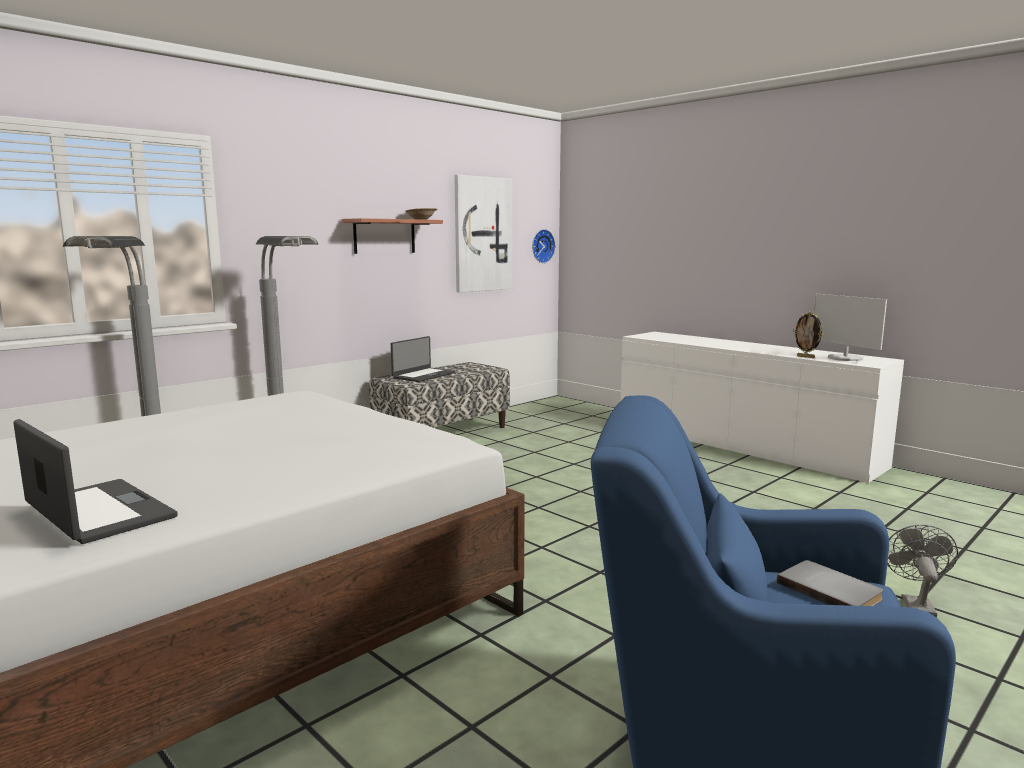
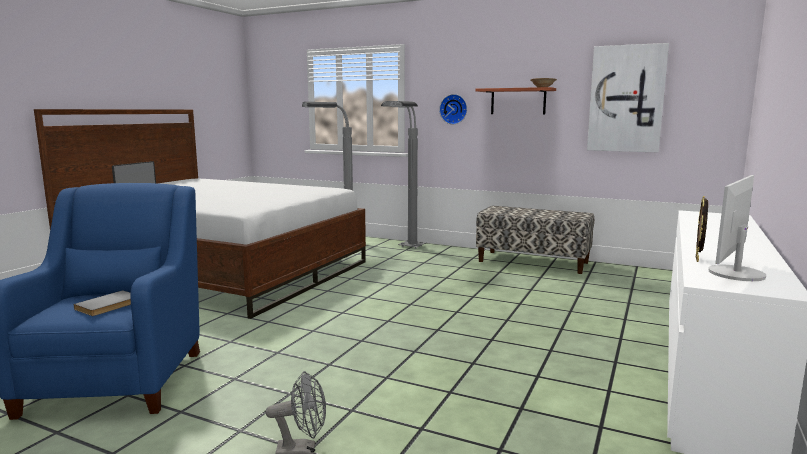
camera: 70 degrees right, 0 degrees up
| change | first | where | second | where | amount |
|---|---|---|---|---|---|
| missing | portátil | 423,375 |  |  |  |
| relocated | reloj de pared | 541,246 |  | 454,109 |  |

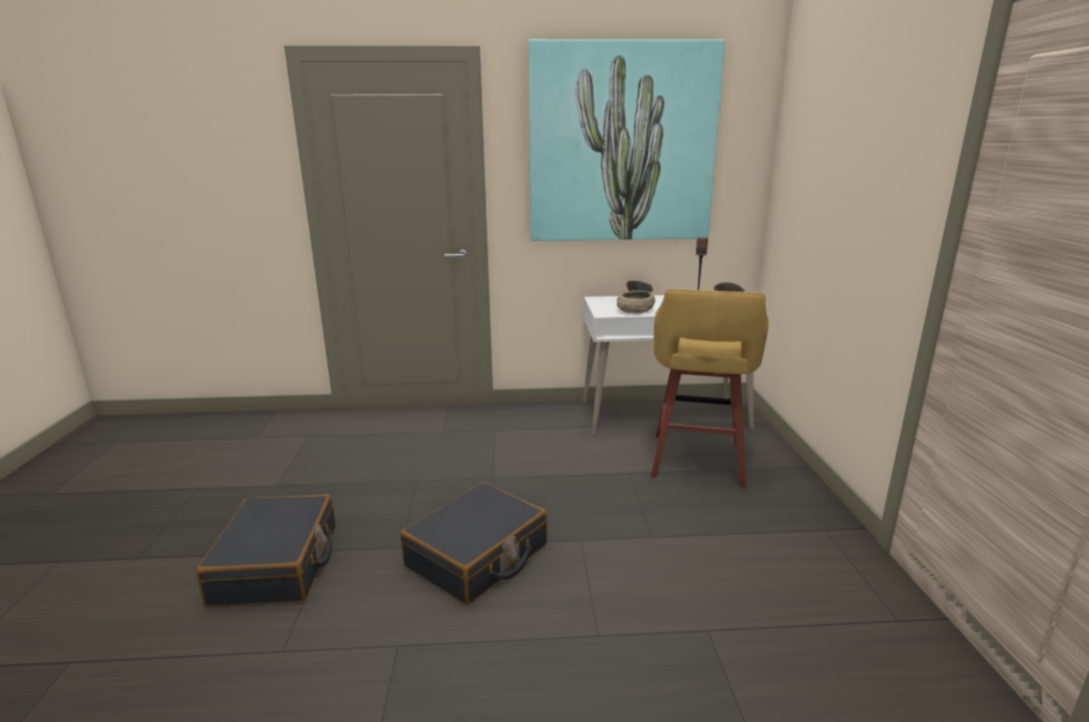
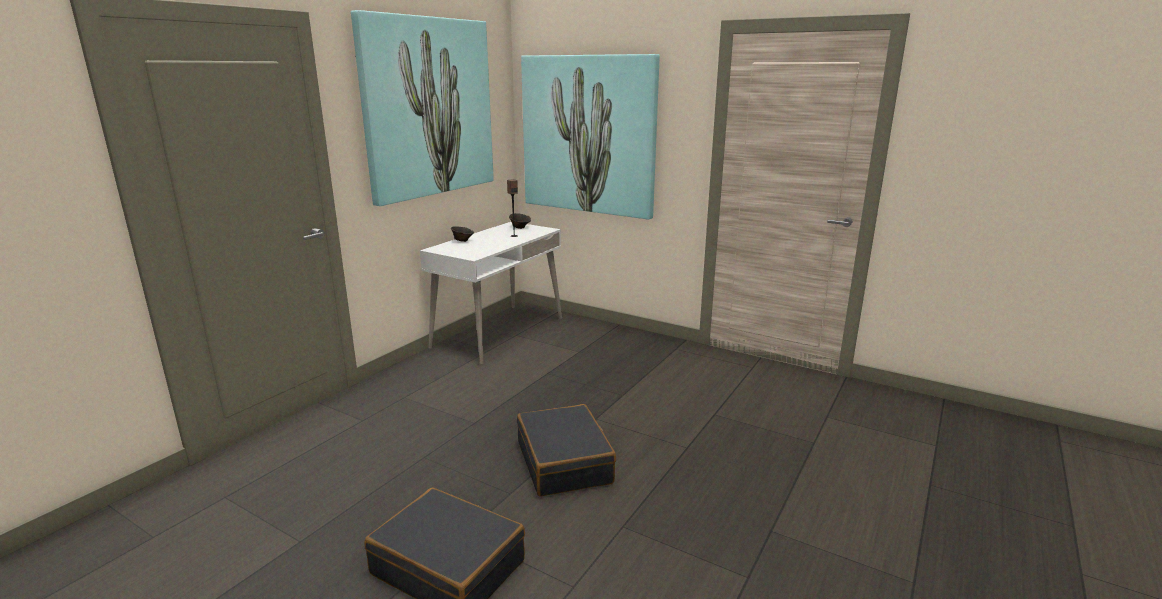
camera: 55 degrees left, 0 degrees up
| change | first | where | second | where | amount |
|---|---|---|---|---|---|
| missing | cuenco (beis) | 635,310 |  |  |  |
| missing | taburete (amarillo) | 696,462 |  |  |  |
| appeared |  |  | cuadro | 589,135 |  |

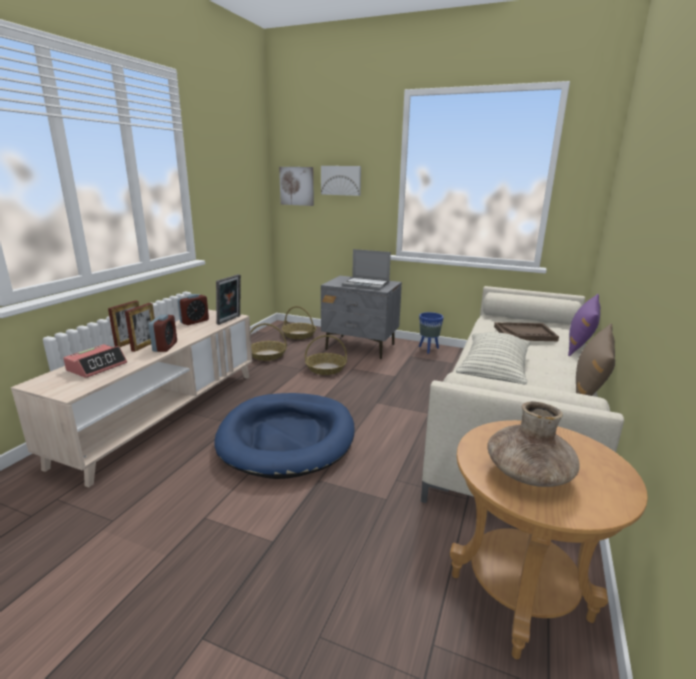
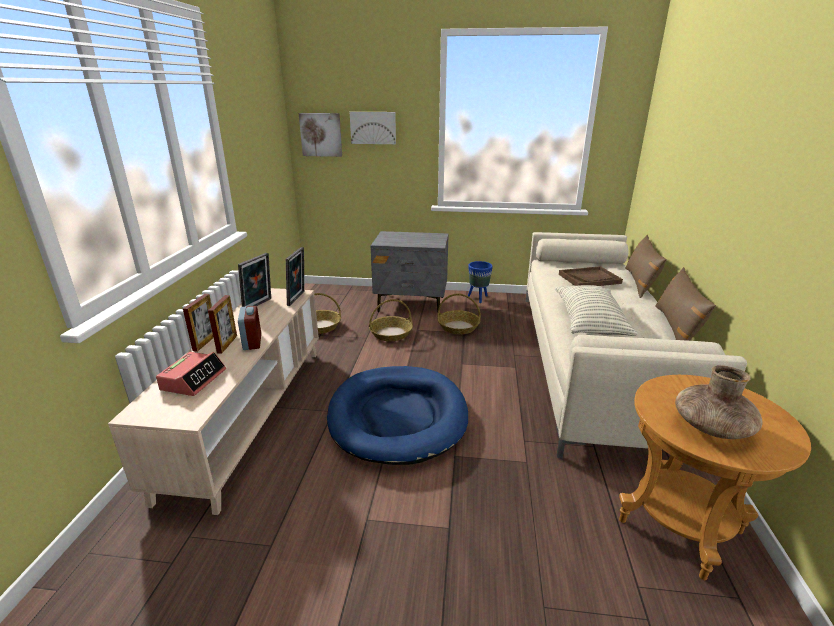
camera: 15 degrees left, 5 degrees up
| change | first | where | second | where | amount |
|---|---|---|---|---|---|
| missing | portátil | 366,285 |  |  |  |
| relocated | cesta | 299,335 |  | 458,327 |  |
| exchanged | despertador | 194,321 | portarretratos | 259,305 |  |
| colour | cojín (morado) | 580,343 | cojín (marrón) | 640,283 |  |

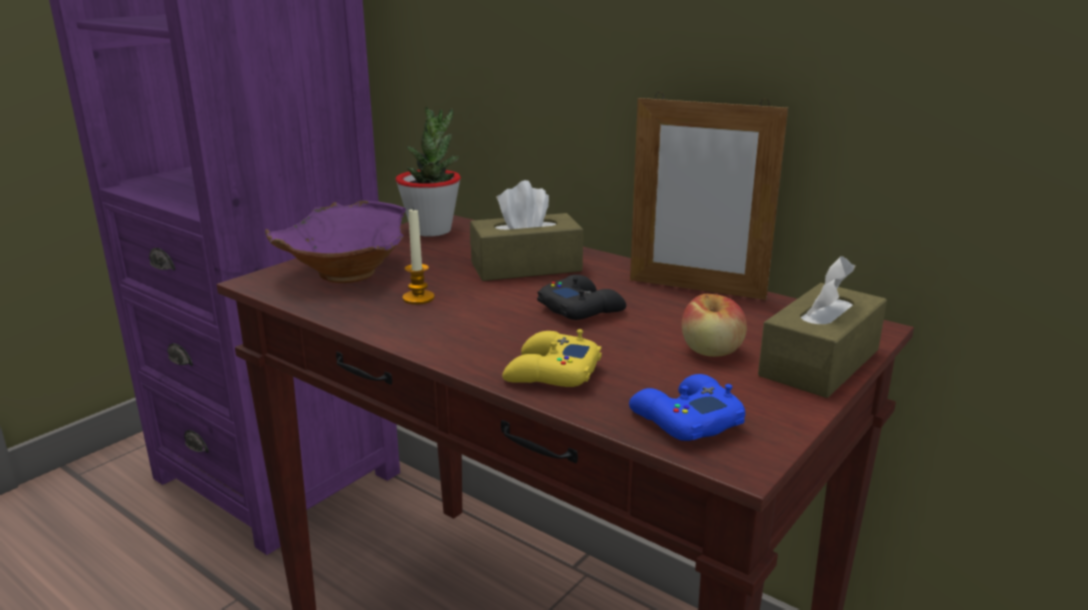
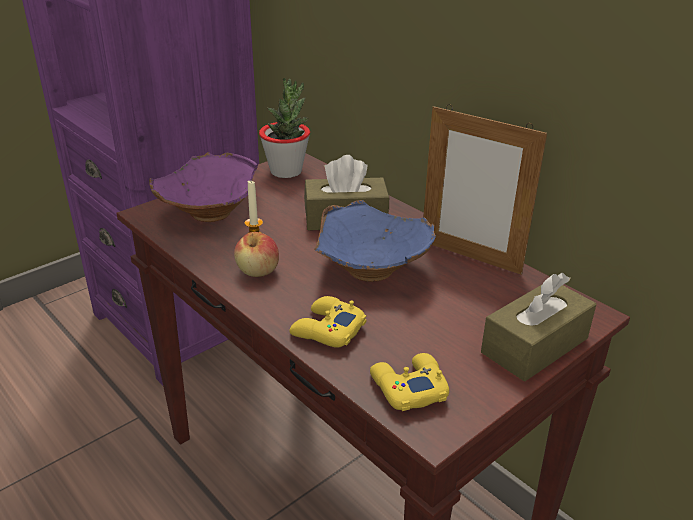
camera: 10 degrees right, 10 degrees up
| change | first | where | second | where | amount |
|---|---|---|---|---|---|
| relocated | manzana | 711,351 |  | 258,271 |  |
| exchanged | mando de consola (negro) | 581,308 | cuenco (azul) | 372,267 |  |
| colour | mando de consola (azul) | 684,419 | mando de consola (amarillo) | 408,387 |  |

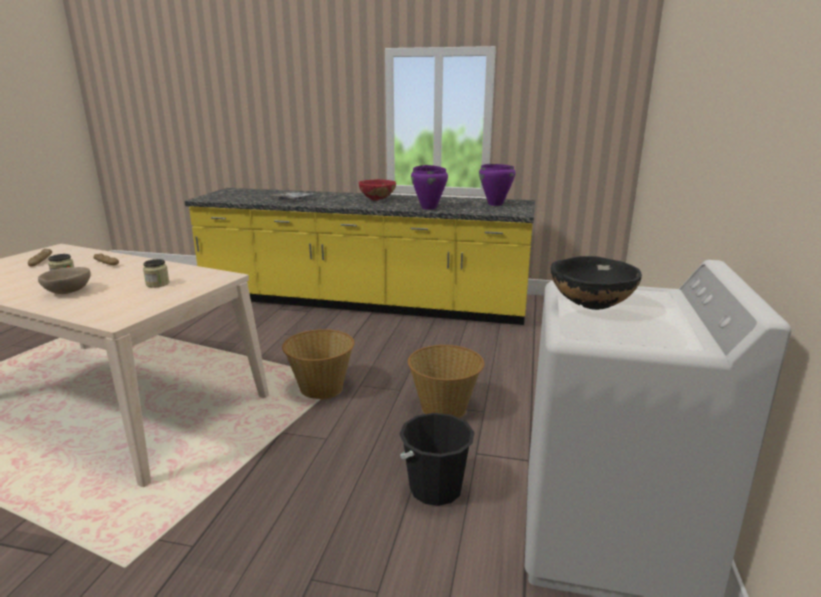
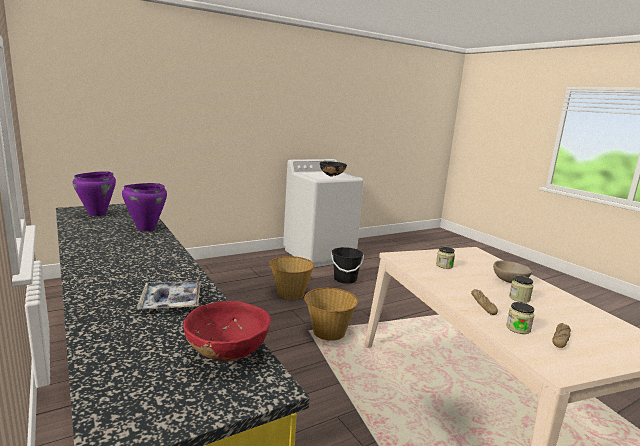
camera: 135 degrees left, 5 degrees down
| change | first | where | second | where | amount |
|---|---|---|---|---|---|
| appeared |  |  | tarro | 518,328 |  |
| relocated | cuenco (rojo) | 377,200 |  | 227,355 |  |

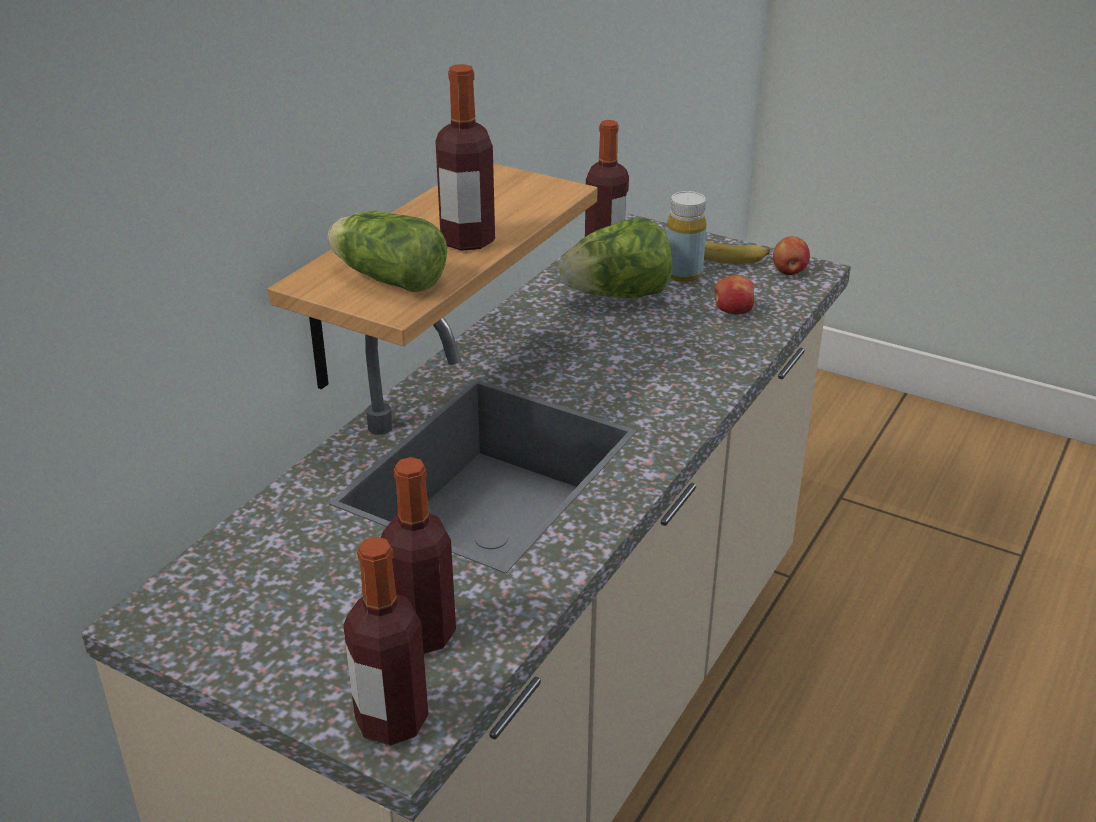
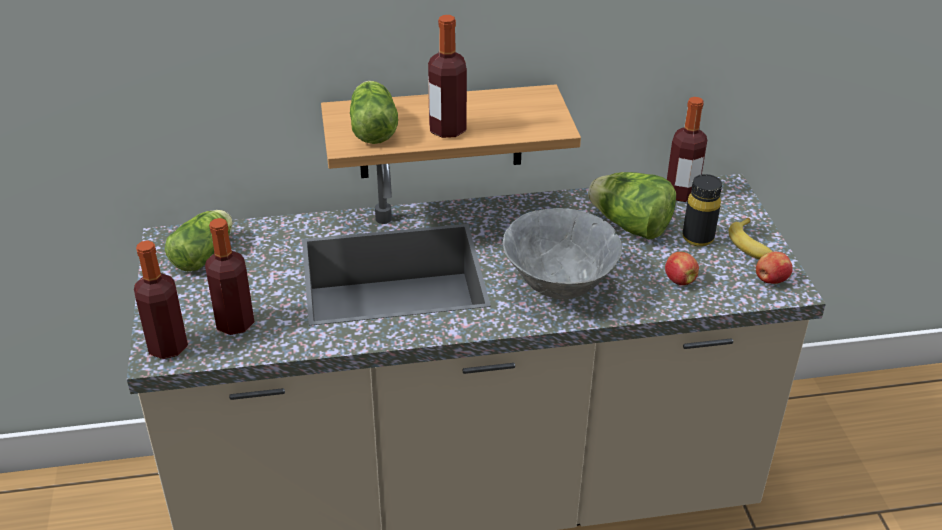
camera: 50 degrees right, 5 degrees up
| change | first | where | second | where | amount |
|---|---|---|---|---|---|
| appeared |  |  | lechuga | 205,253 |  |
| appeared |  |  | cuenco (gris) | 559,287 |  |
| colour | botella (amarillo) | 683,274 | botella (negro) | 697,238 |  |

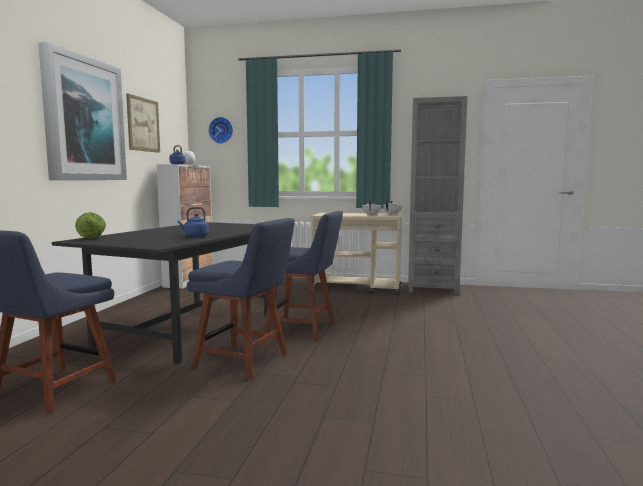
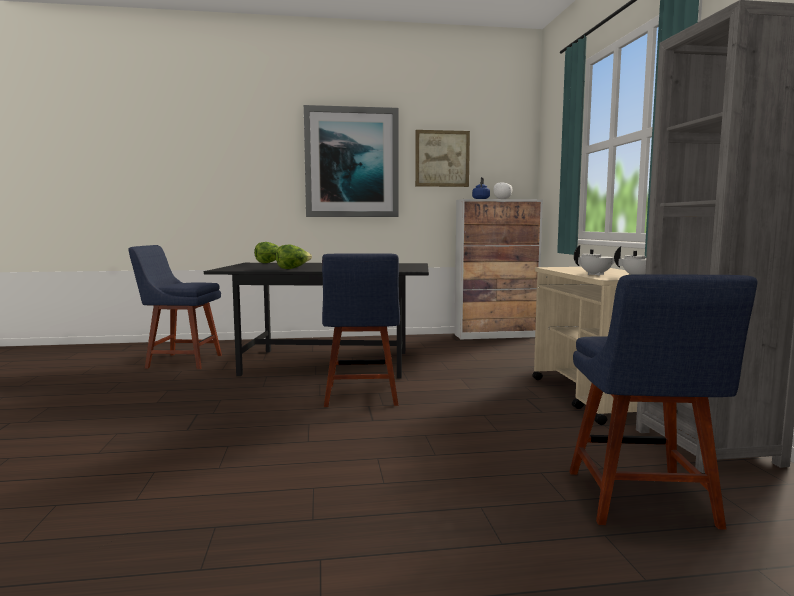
camera: 70 degrees right, 0 degrees up
| change | first | where | second | where | amount |
|---|---|---|---|---|---|
| missing | reloj de pared | 221,130 |  |  |  |
| relocated | silla (azul) | 245,361 |  | 642,502 |  |
| exchanged | hervidor (azul) | 195,236 | lechuga | 293,269 |  |

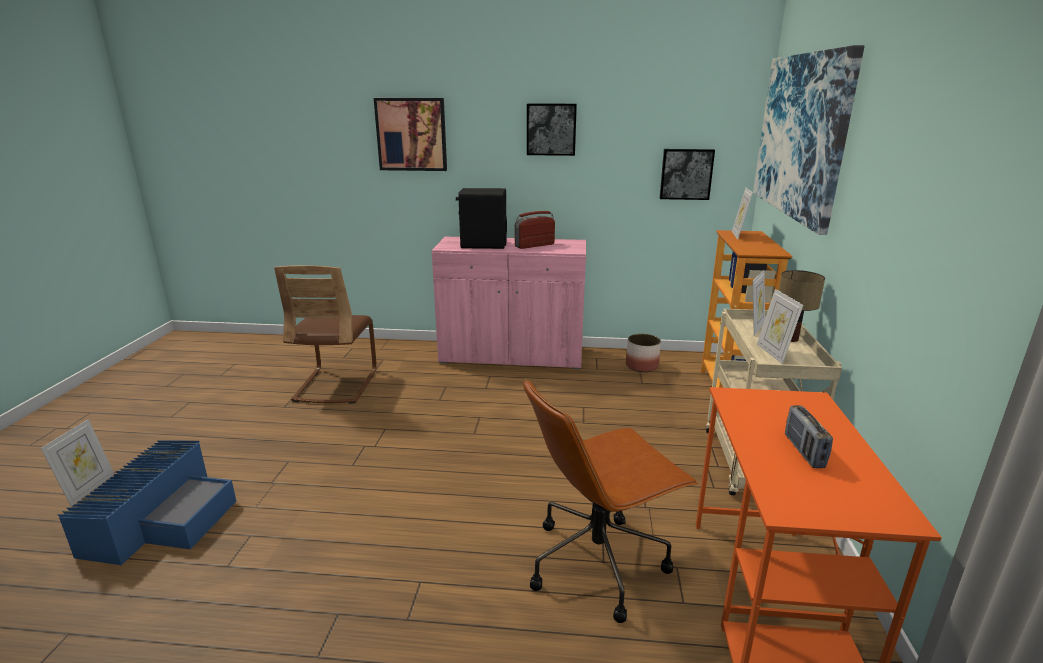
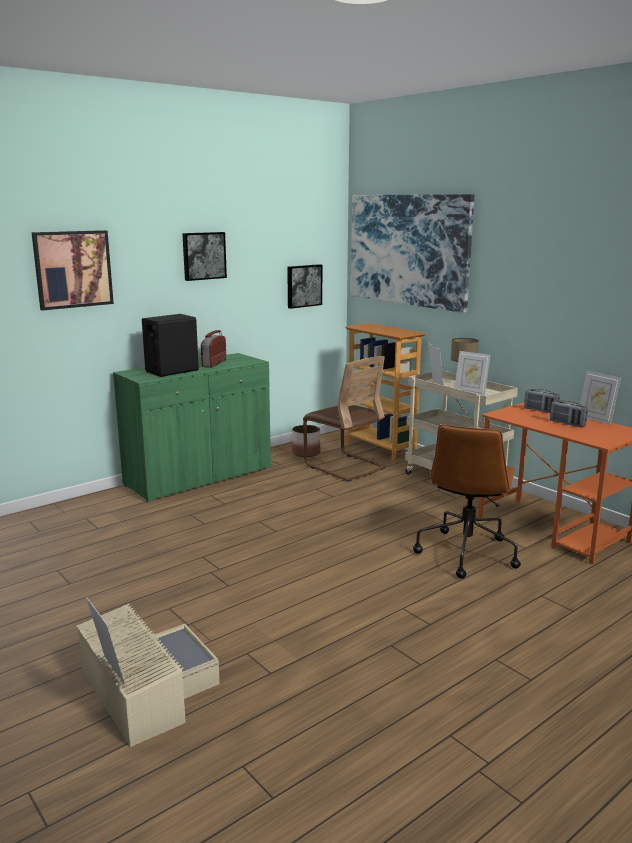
camera: 45 degrees left, 5 degrees down
| change | first | where | second | where | amount |
|---|---|---|---|---|---|
| appeared |  |  | radio | 540,411 |  |
| relocated | silla (marrón) | 336,385 |  | 344,466 |  |
| relocated | portarretratos | 738,235 |  | 595,419 |  |
| colour | caja de almacenaje (azul) | 163,517 | caja de almacenaje (beis) | 146,687 |  |
| colour | armario (rosa) | 512,355 | armario (verde) | 199,477 |  |

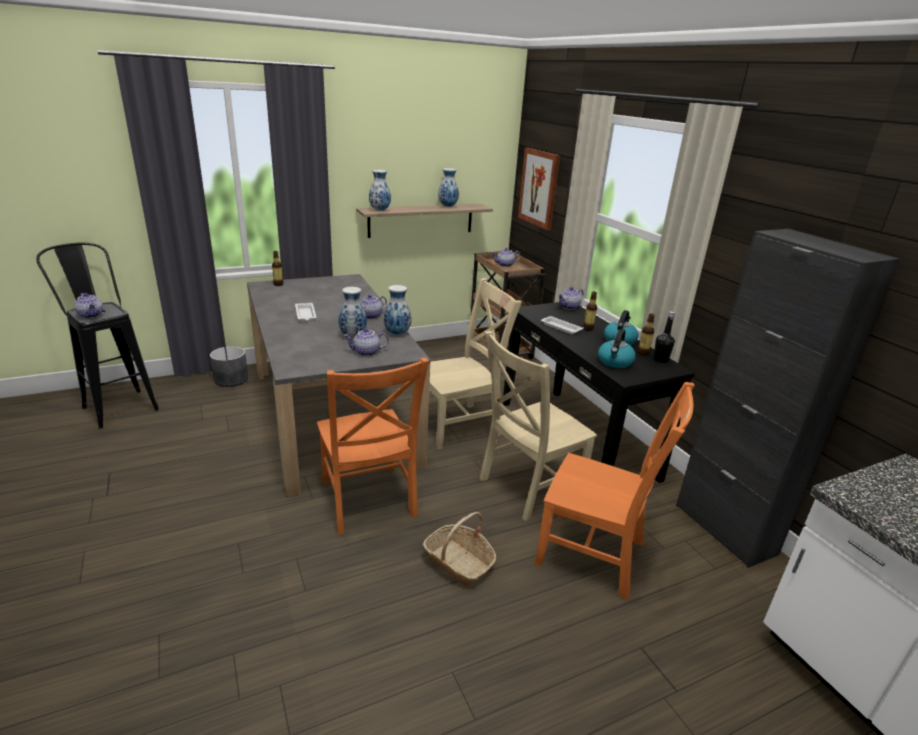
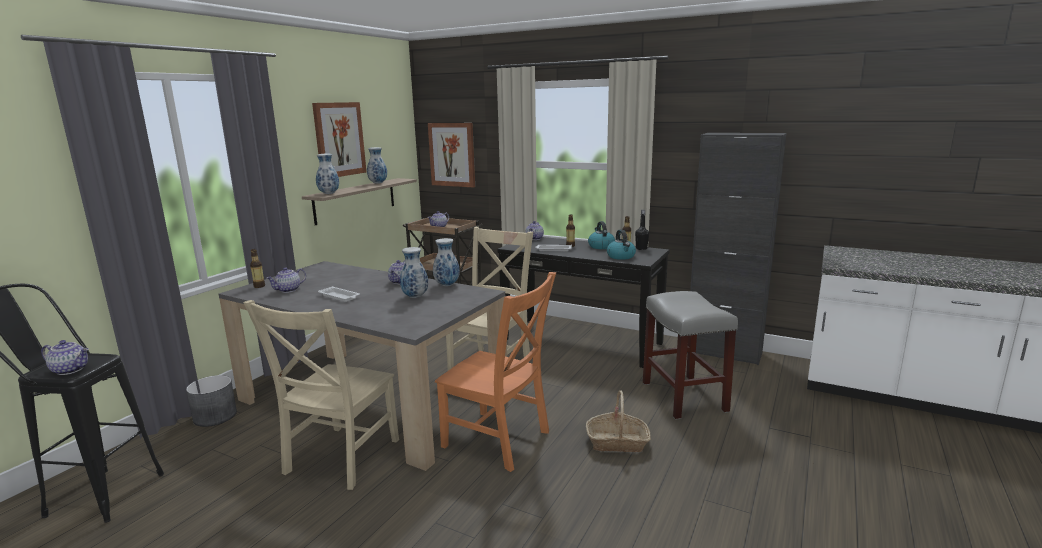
camera: 35 degrees left, 10 degrees down
| change | first | where | second | where | amount |
|---|---|---|---|---|---|
| appeared |  |  | cuadro | 339,139 |  |
| relocated | tetera | 366,352 |  | 288,290 |  |
| relocated | silla (beis) | 527,487 |  | 339,459 |  |
| exchanged | silla (naranja) | 595,555 | taburete (gris) | 684,397 |  |

